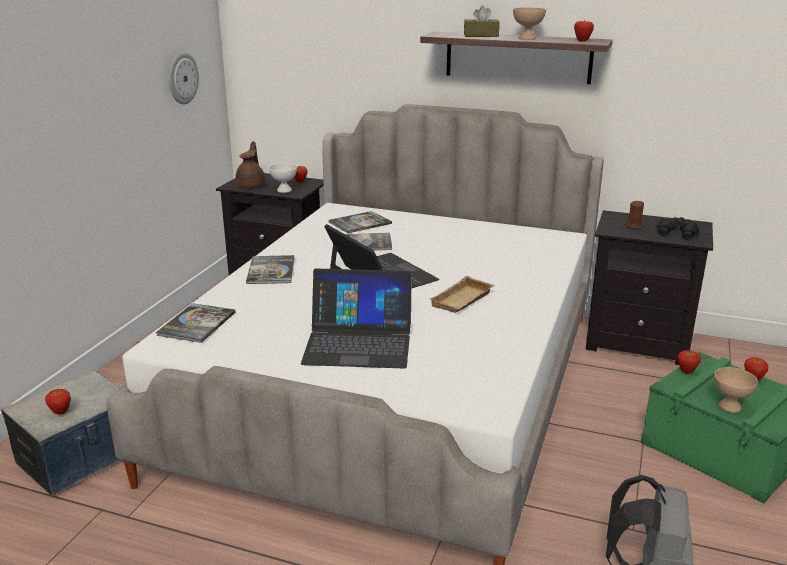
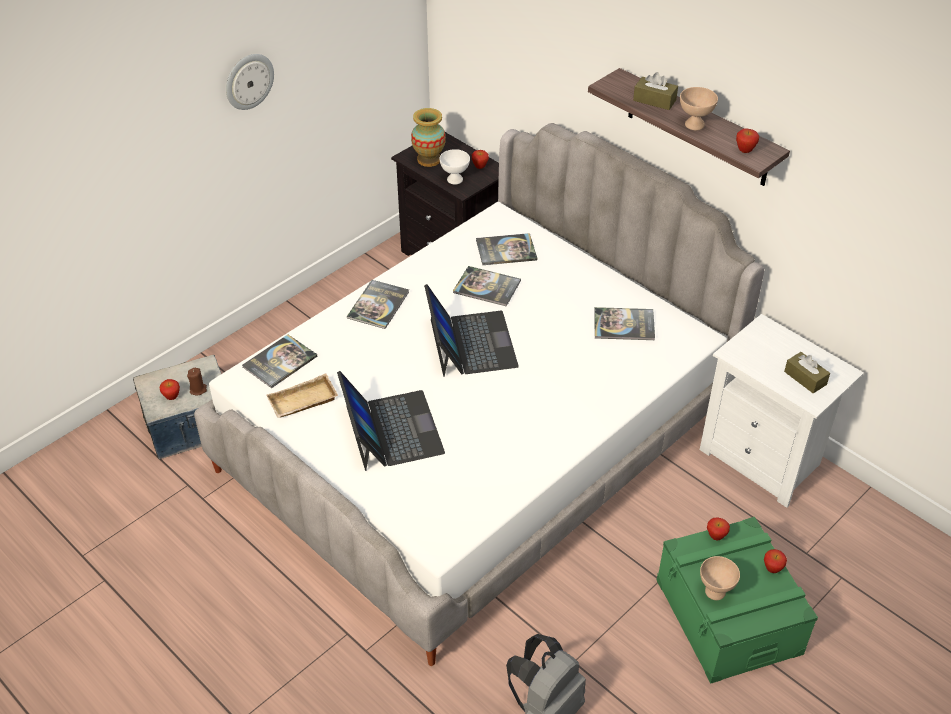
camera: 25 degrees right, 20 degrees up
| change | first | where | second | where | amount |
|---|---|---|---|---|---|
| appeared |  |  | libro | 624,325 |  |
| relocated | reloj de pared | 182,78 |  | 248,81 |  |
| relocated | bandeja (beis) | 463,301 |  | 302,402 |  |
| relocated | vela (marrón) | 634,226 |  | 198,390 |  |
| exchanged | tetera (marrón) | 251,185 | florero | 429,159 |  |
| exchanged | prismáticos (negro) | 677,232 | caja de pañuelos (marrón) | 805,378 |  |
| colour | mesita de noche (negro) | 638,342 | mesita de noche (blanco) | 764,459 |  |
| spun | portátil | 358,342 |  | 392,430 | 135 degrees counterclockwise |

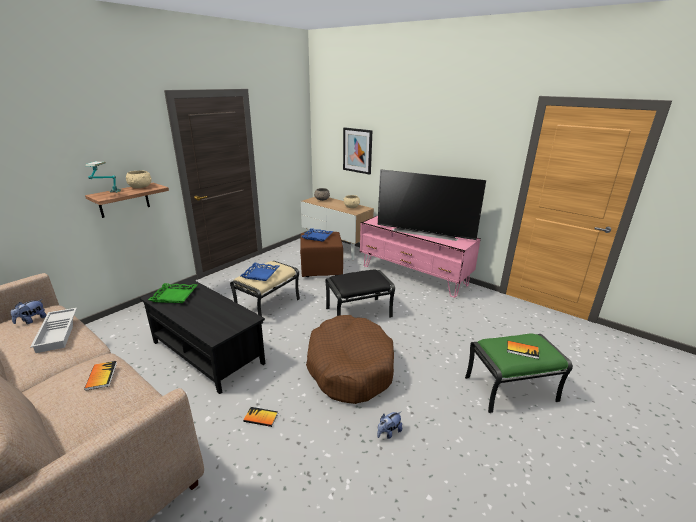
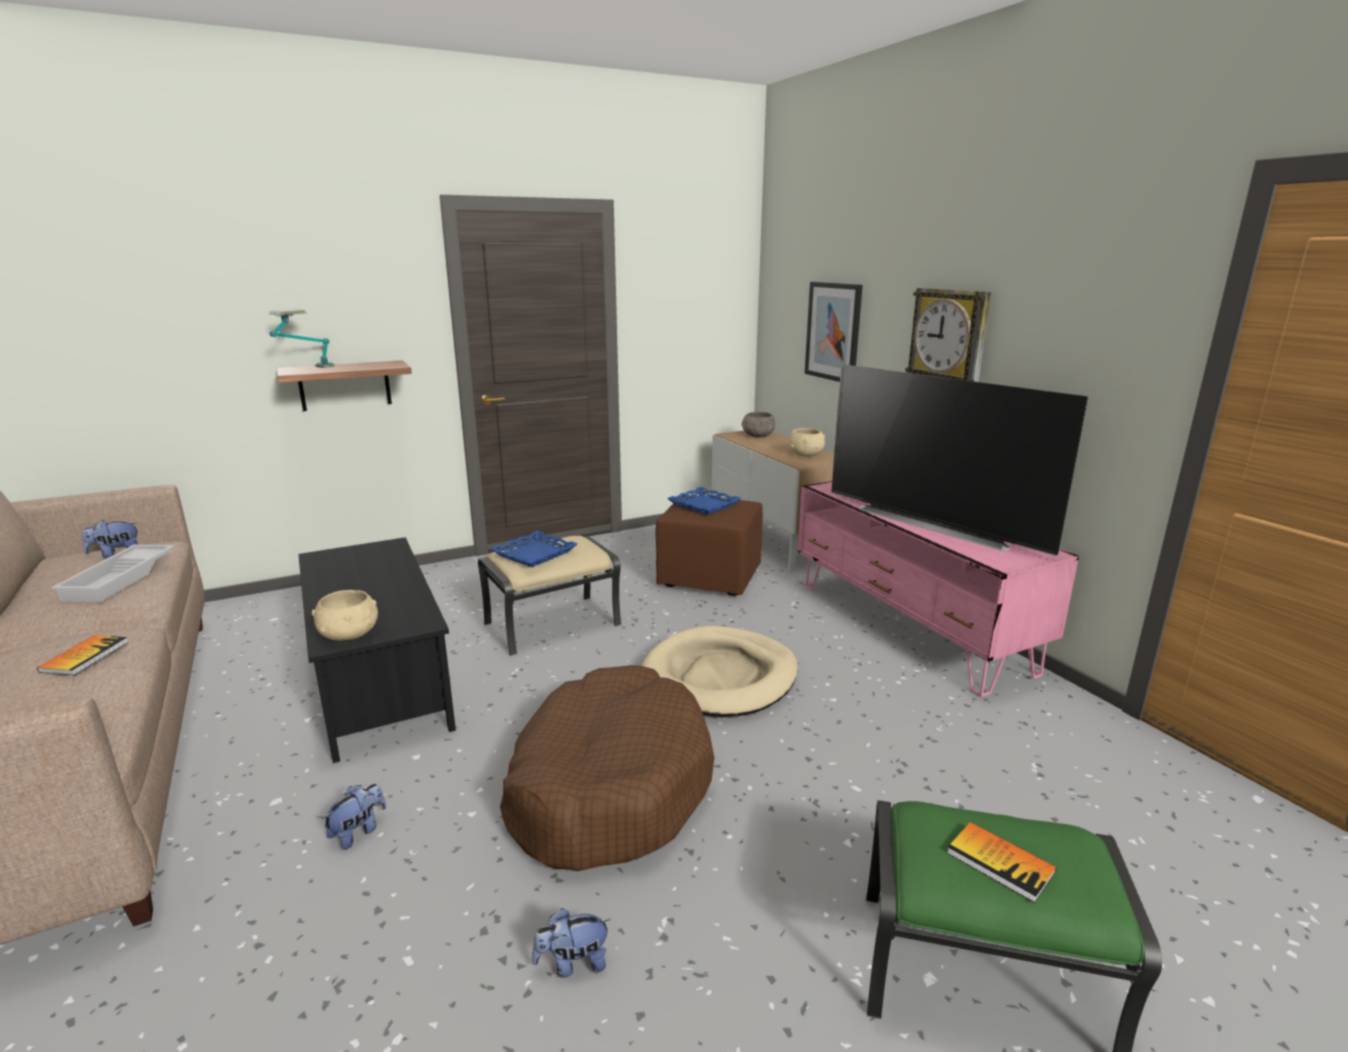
camera: 25 degrees right, 5 degrees down
| change | first | where | second | where | amount |
|---|---|---|---|---|---|
| missing | bandeja (verde) | 174,295 |  |  |  |
| appeared |  |  | reloj de pared | 949,342 |  |
| relocated | cuenco (beis) | 140,187 |  | 349,635 |  |
| exchanged | libro | 261,417 | peluche | 358,832 |  |
| exchanged | puf (negro) | 359,312 | cama para perro (beis) | 720,677 |  |

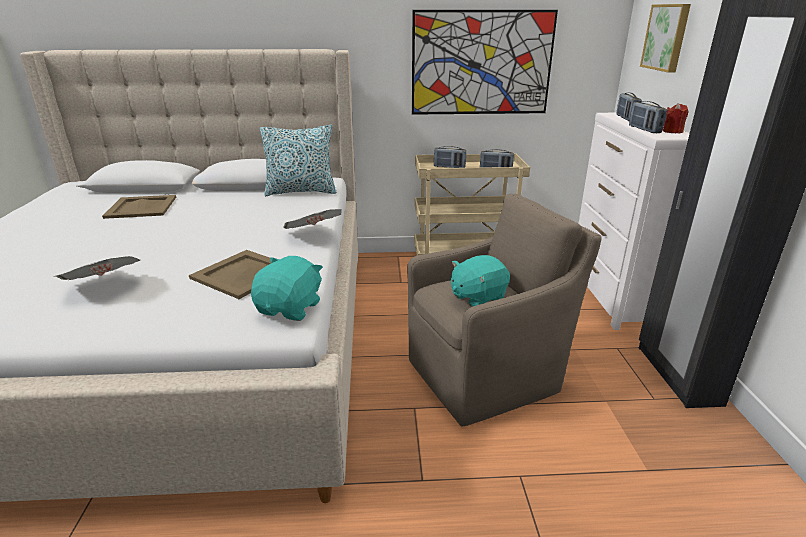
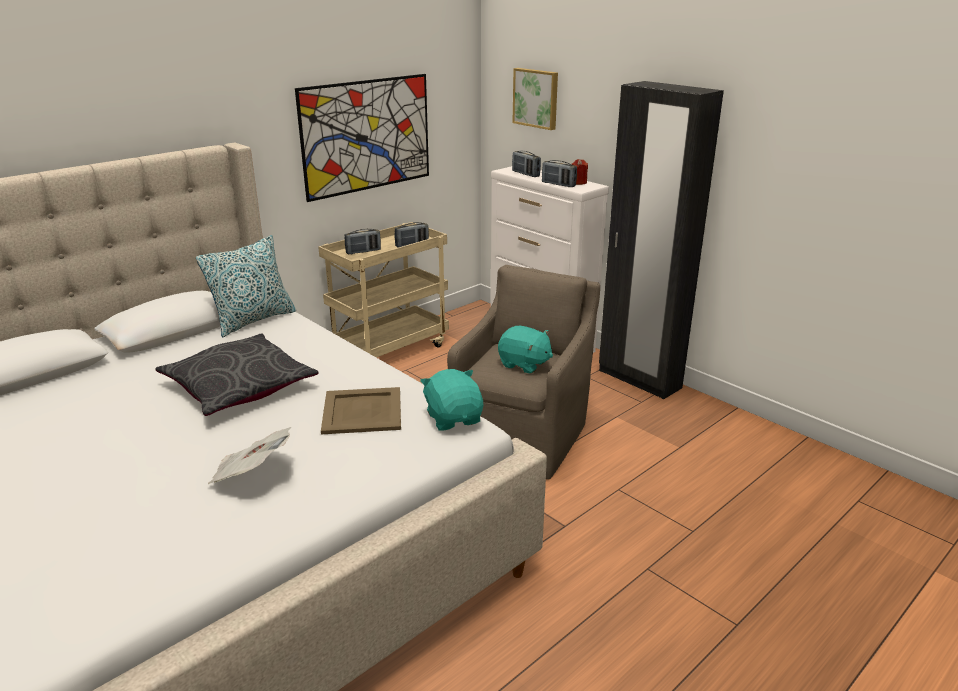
camera: 40 degrees left, 0 degrees up
| change | first | where | second | where | amount |
|---|---|---|---|---|---|
| missing | bandeja (beis) | 142,207 |  |  |  |
| missing | periódico | 313,235 |  |  |  |
| appeared |  |  | cojín (gris) | 239,387 |  |
| spun | peluche (turquesa) | 477,297 |  | 524,364 | 75 degrees counterclockwise |

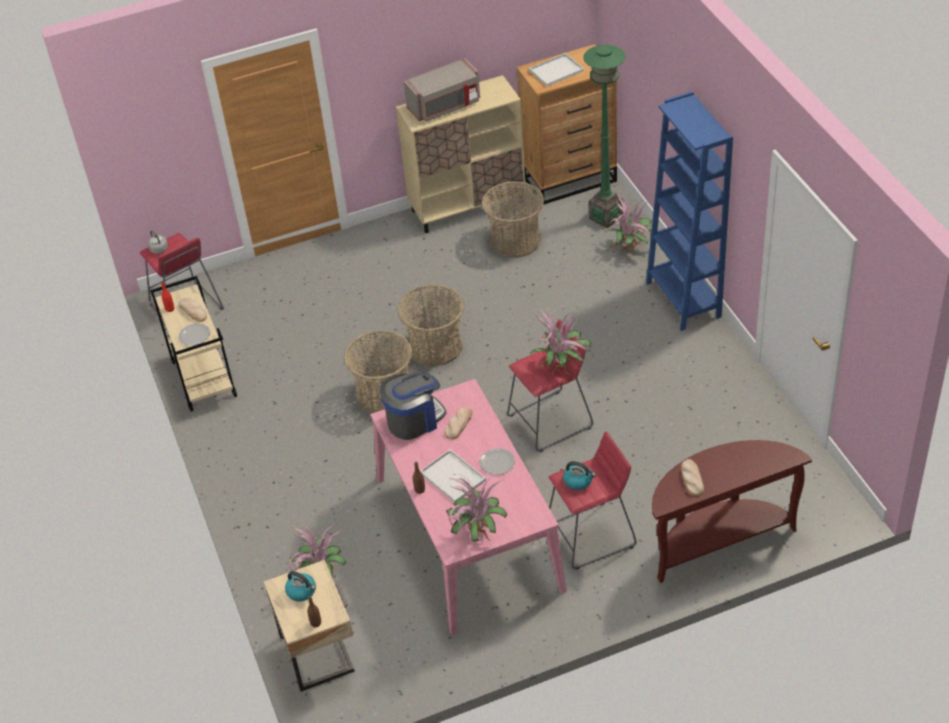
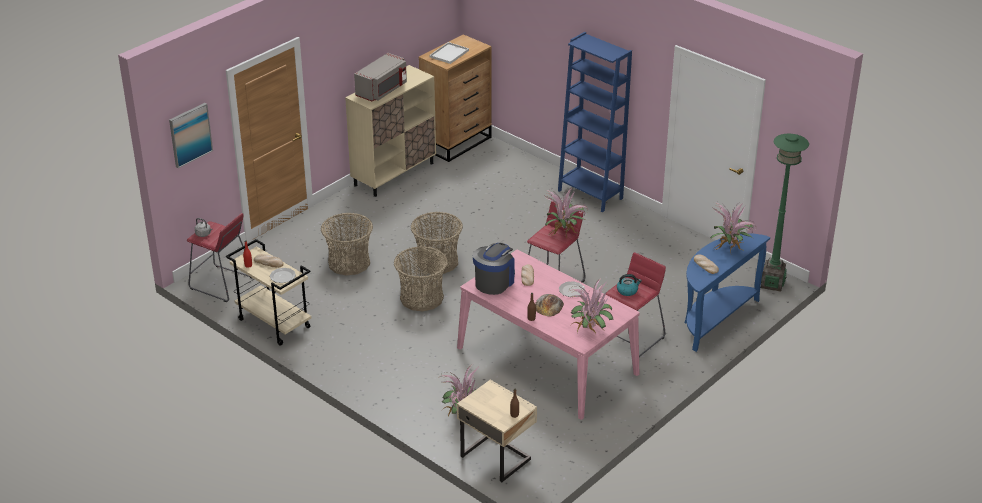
camera: 30 degrees left, 10 degrees down
| change | first | where | second | where | amount |
|---|---|---|---|---|---|
| missing | hervidor | 302,591 |  |  |  |
| appeared |  |  | cuadro | 190,135 |  |
| relocated | cesta | 515,241 |  | 349,263 |  |
| relocated | lámpara de pie (verde) | 606,217 |  | 772,283 |  |
| relocated | planta en maceta | 630,248 |  | 730,248 |  |
| exchanged | bandeja (blanco) | 454,477 | pan | 549,305 |  |
| colour | mesa consola (marrón) | 718,540 | mesa consola (azul) | 715,319 |  |

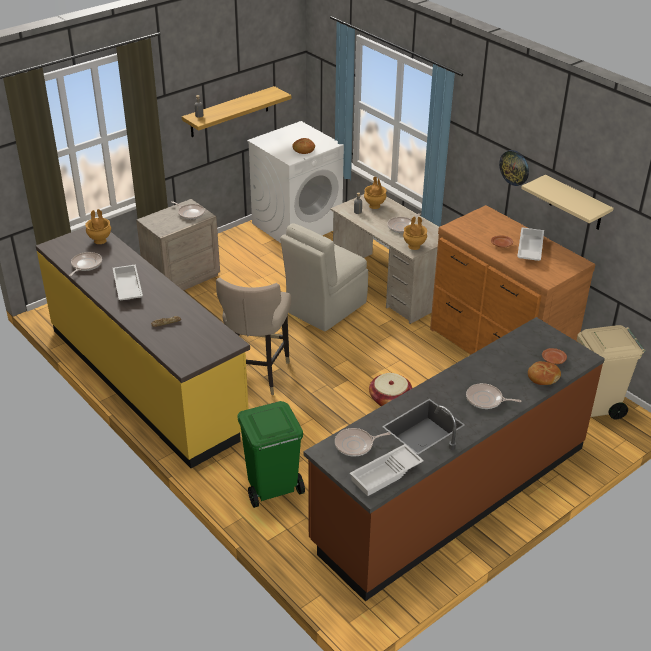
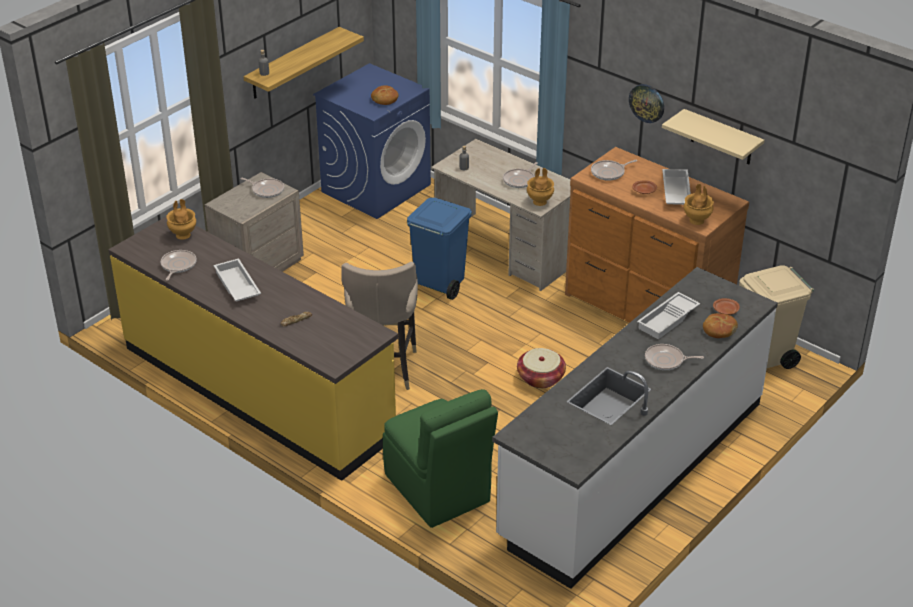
camera: 10 degrees left, 0 degrees up
| change | first | where | second | where | amount |
|---|---|---|---|---|---|
| relocated | sartén | 356,445 |  | 609,173 |  |
| relocated | bandeja (blanco) | 386,474 |  | 668,320 |  |
| relocated | florero (marrón) | 375,206 |  | 697,220 |  |
| exchanged | papelera (verde) | 272,489 | silla (verde) | 438,490 |  |
| exchanged | silla (beis) | 325,308 | papelera (azul) | 438,284 |  |
| colour | lavadora (blanco) | 297,224 | lavadora (azul) | 376,188 |  |
| colour | mueble bajo de cocina (marrón) | 451,494 | mueble bajo de cocina (blanco) | 632,469 |  |

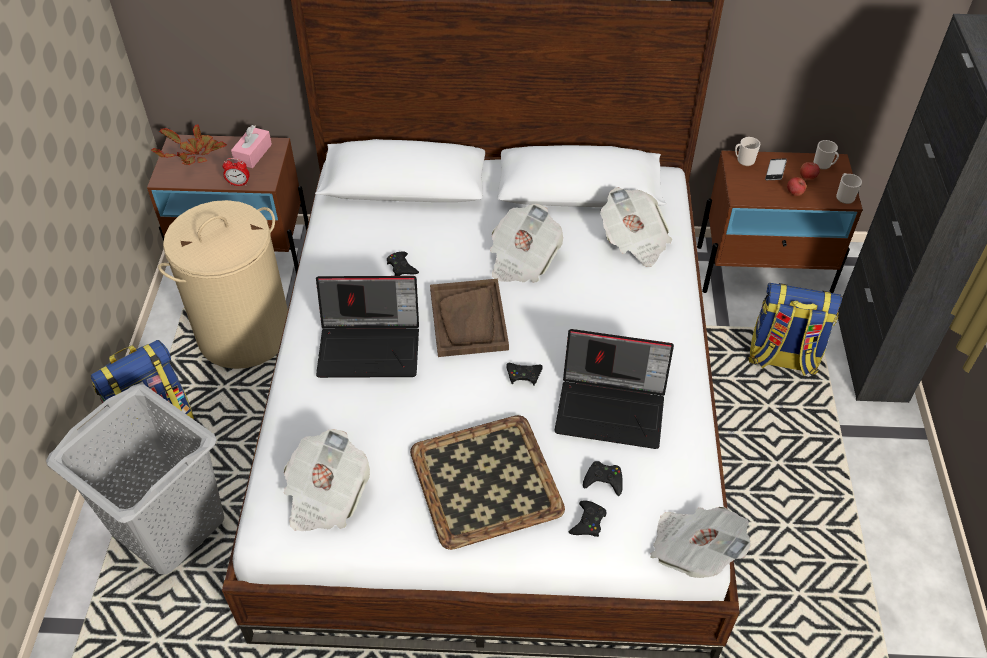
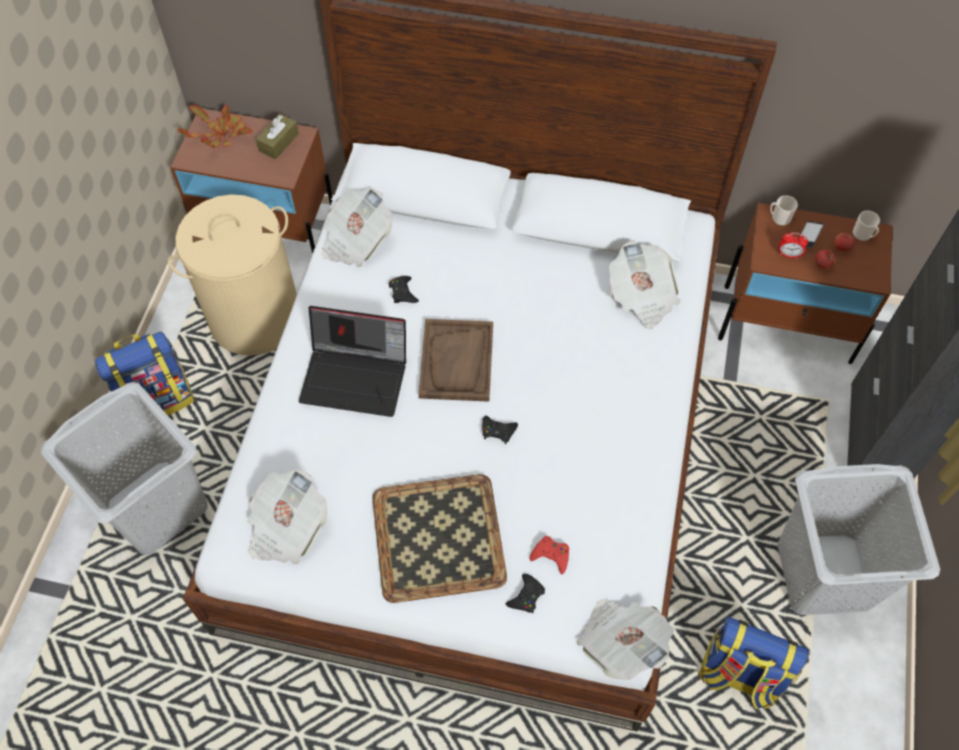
camera: 10 degrees right, 10 degrees up
| change | first | where | second | where | amount |
|---|---|---|---|---|---|
| missing | portátil | 612,408 |  |  |  |
| missing | taza grande | 844,196 |  |  |  |
| appeared |  |  | cesto de la ropa (gris) | 824,573 |  |
| relocated | despertador | 239,184 |  | 788,255 |  |
| relocated | periódico | 522,260 |  | 356,240 |  |
| relocated | mochila | 782,358 |  | 738,675 |  |
| colour | caja de pañuelos (rosa) | 253,154 | caja de pañuelos (marrón) | 279,142 |  |
| colour | mando de consola (negro) | 603,480 | mando de consola (rojo) | 551,555 |  |

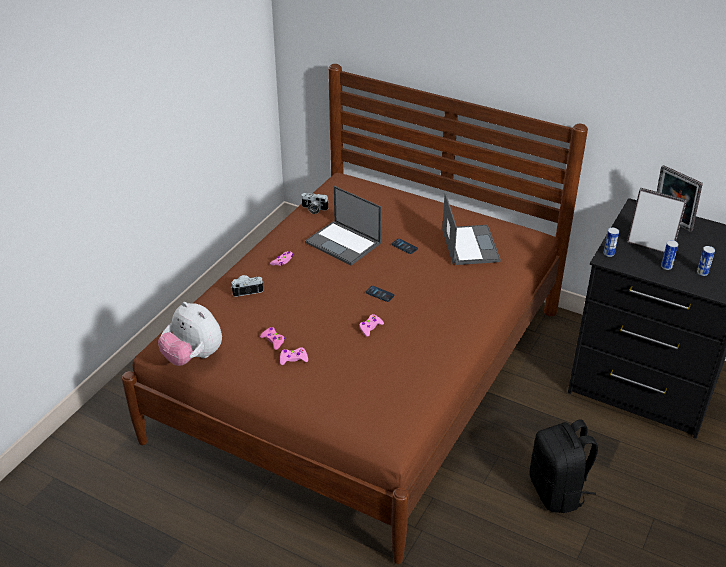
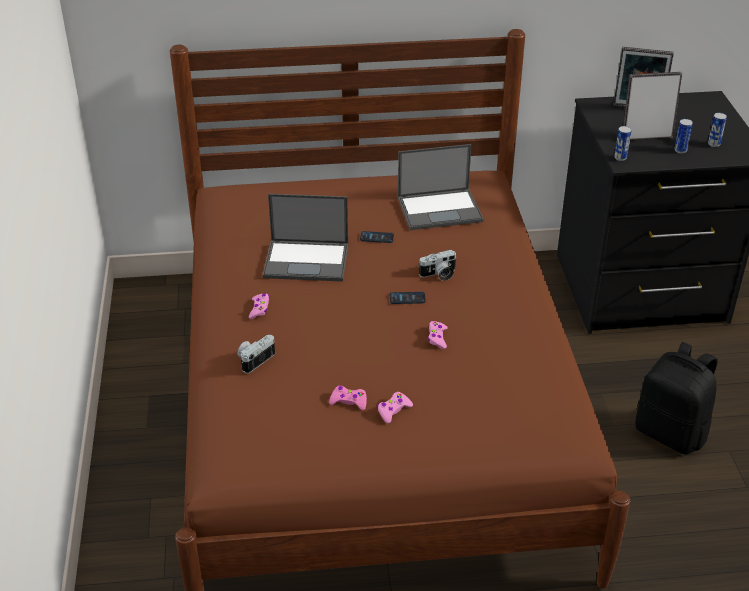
camera: 35 degrees left, 0 degrees up
| change | first | where | second | where | amount |
|---|---|---|---|---|---|
| missing | peluche | 193,357 |  |  |  |
| relocated | cámara | 314,209 |  | 439,275 |  |
| spun | portátil | 469,245 |  | 440,209 | 120 degrees clockwise |

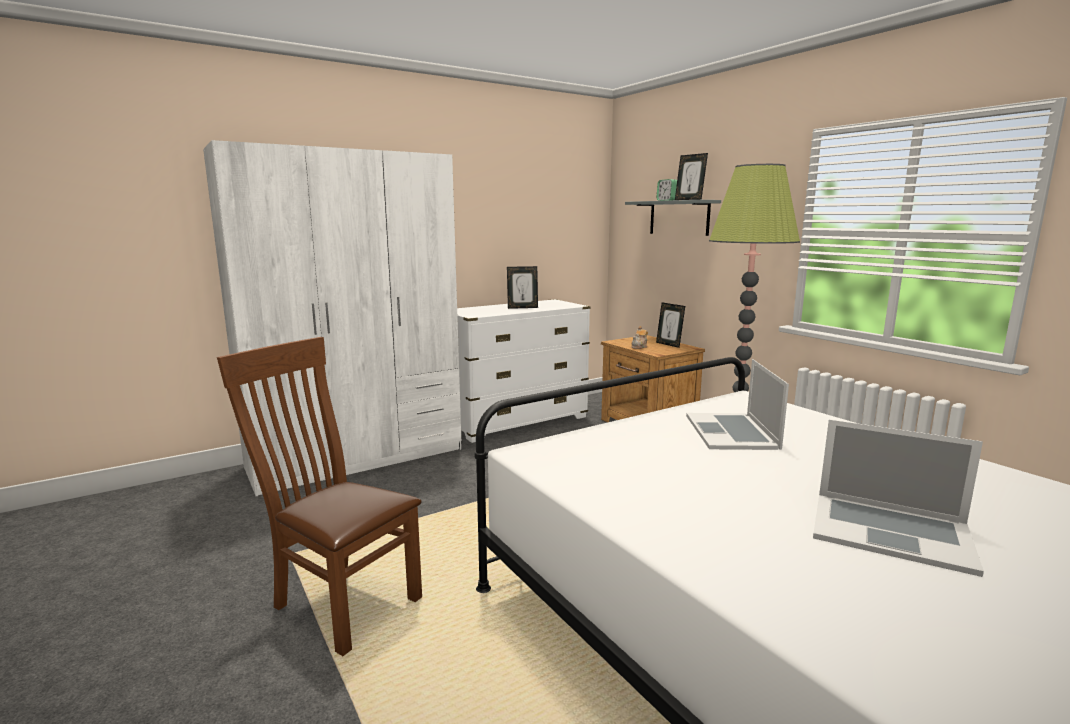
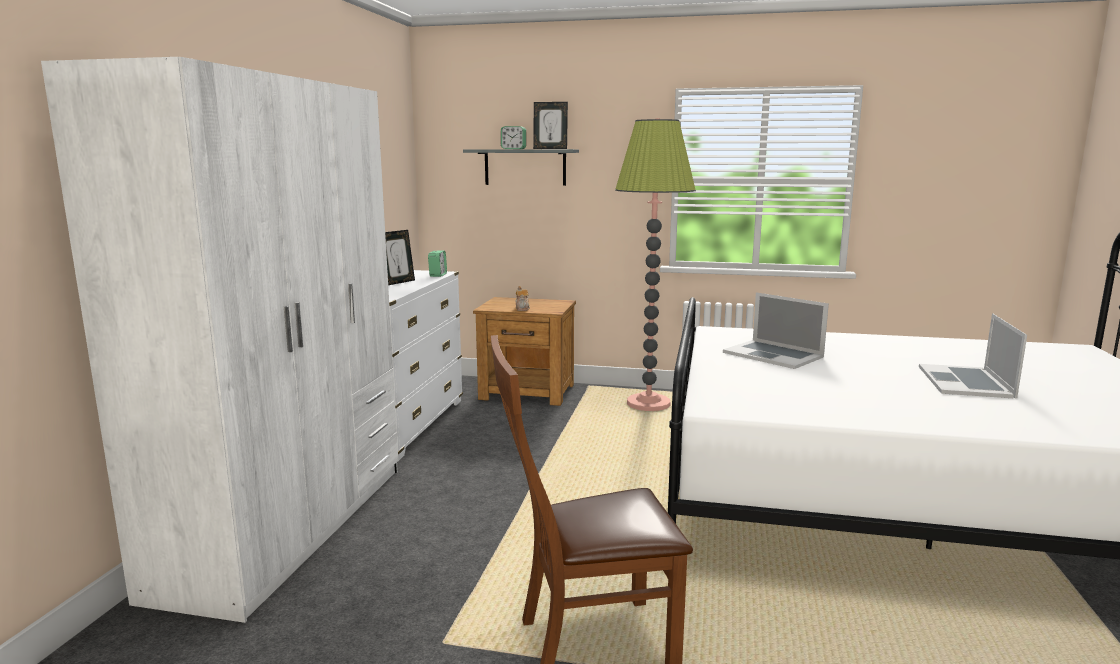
camera: 45 degrees left, 0 degrees up
| change | first | where | second | where | amount |
|---|---|---|---|---|---|
| missing | portarretratos | 669,344 |  |  |  |
| appeared |  |  | despertador | 438,275 |  |
| spun | portátil | 890,531 |  | 965,382 | 120 degrees clockwise |

